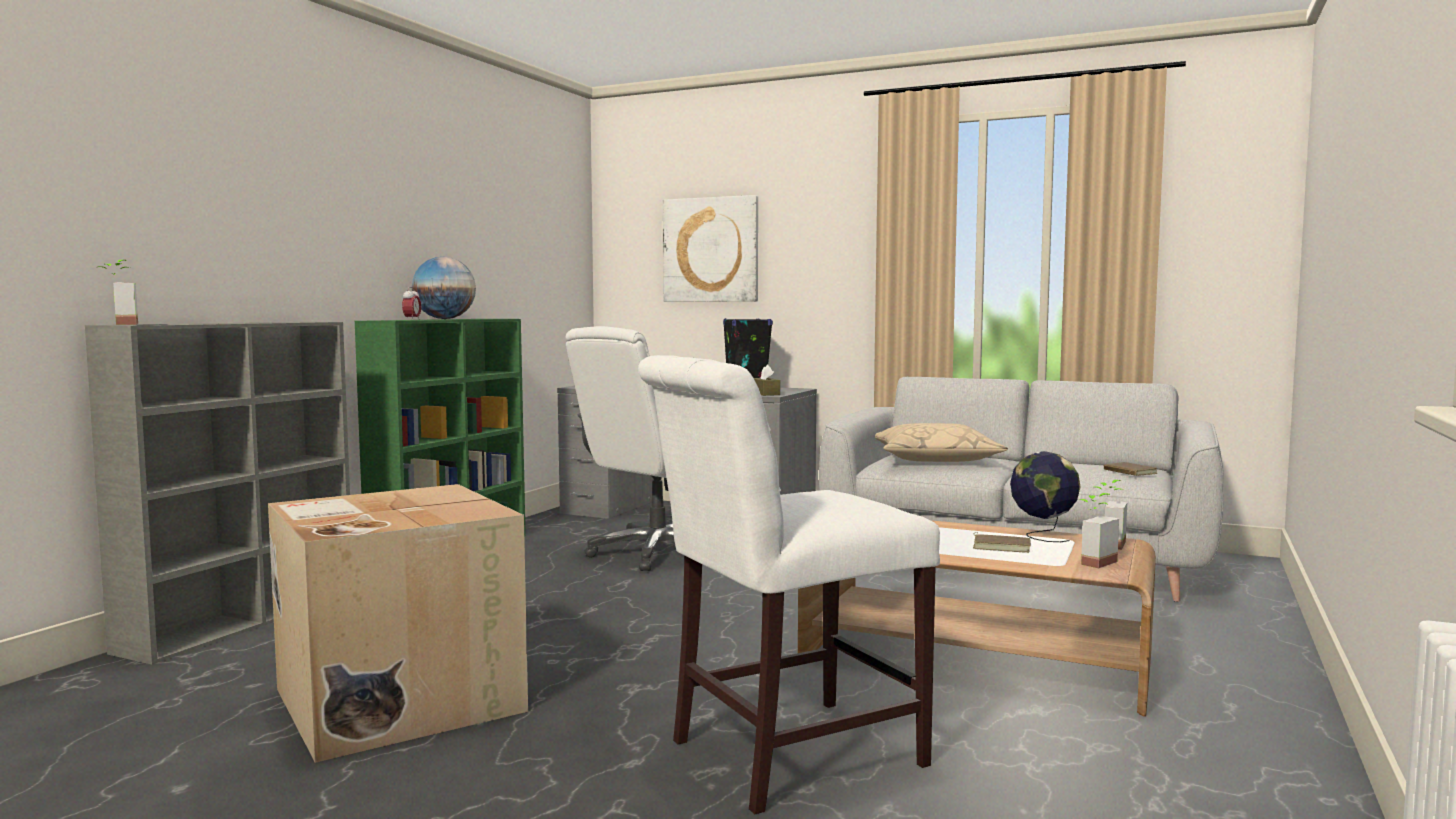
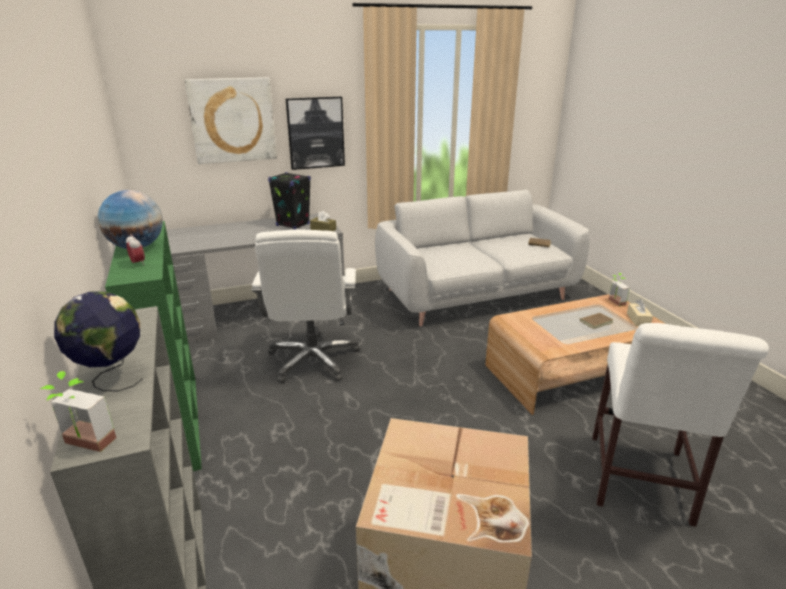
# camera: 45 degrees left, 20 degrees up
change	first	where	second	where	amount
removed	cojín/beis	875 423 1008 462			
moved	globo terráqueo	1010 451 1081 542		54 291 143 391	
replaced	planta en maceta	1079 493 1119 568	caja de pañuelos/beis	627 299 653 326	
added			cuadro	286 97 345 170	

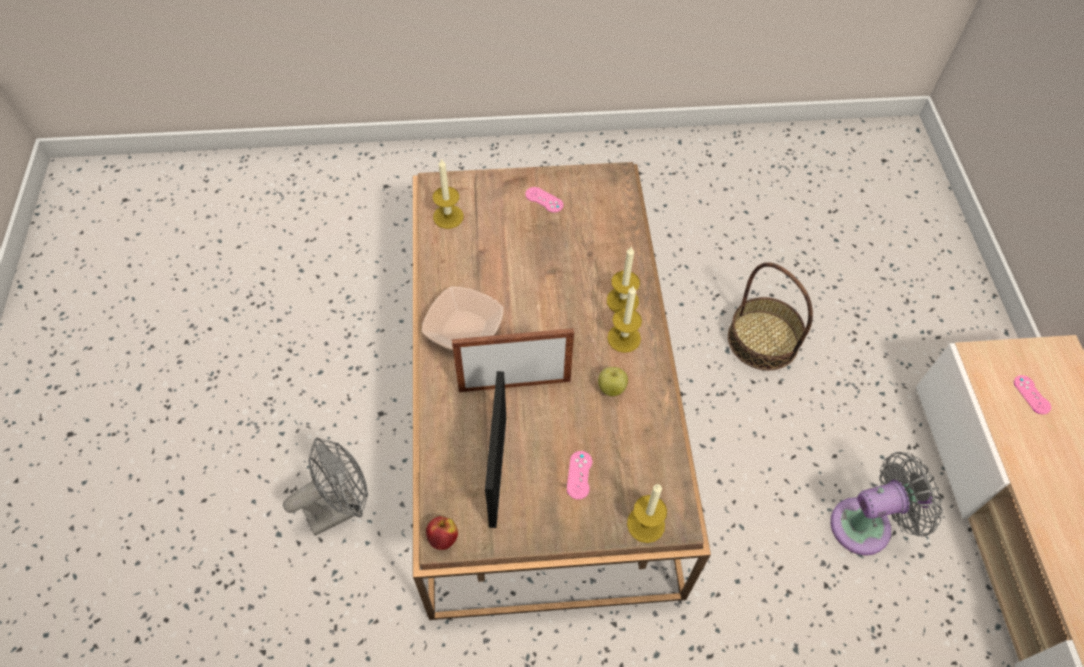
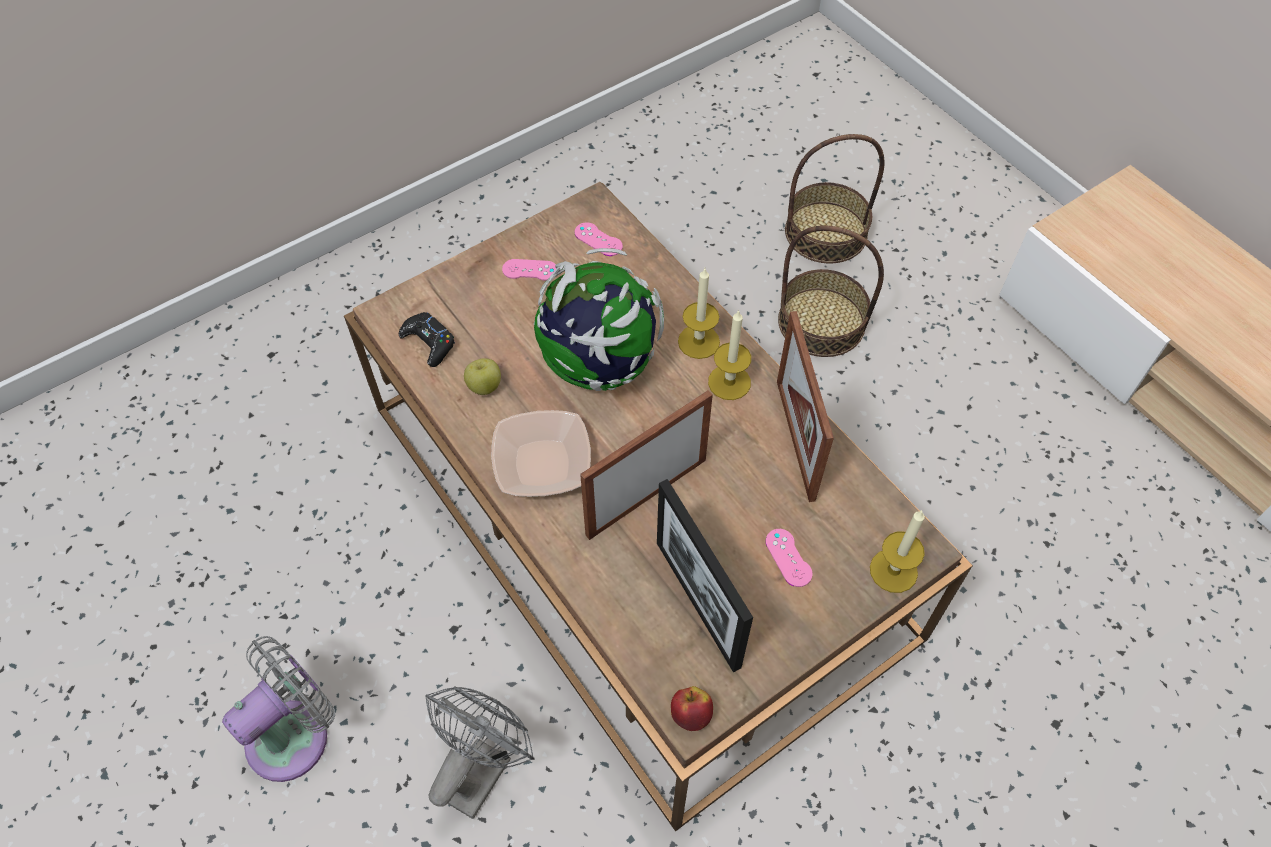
# camera: 30 degrees left, 0 degrees up
change	first	where	second	where	amount
replaced	vela	433 158 464 229	mando de consola/negro	399 312 455 367	
moved	manzana	598 367 628 396		464 358 501 395	
moved	ventilador/gris	830 452 943 555		222 636 335 782	
moved	mando de consola/rosa	1014 375 1051 414		575 222 623 256	
added			globo terráqueo	534 248 664 391	
added			portarretratos	777 311 834 502	
added			cesta	785 134 884 263	

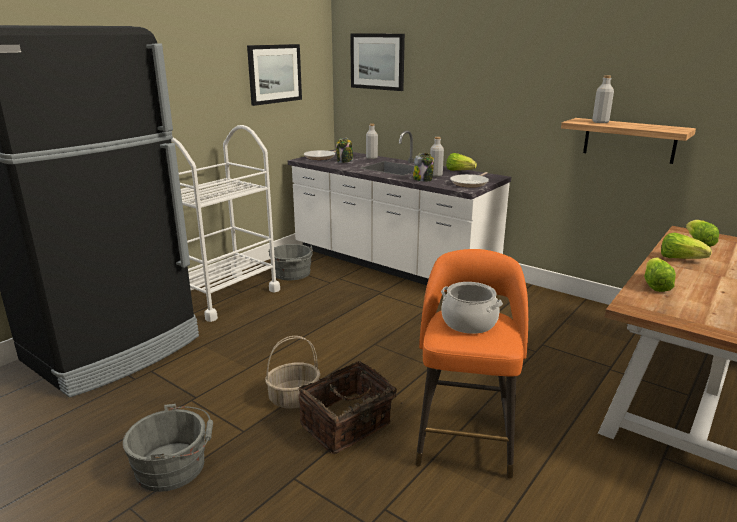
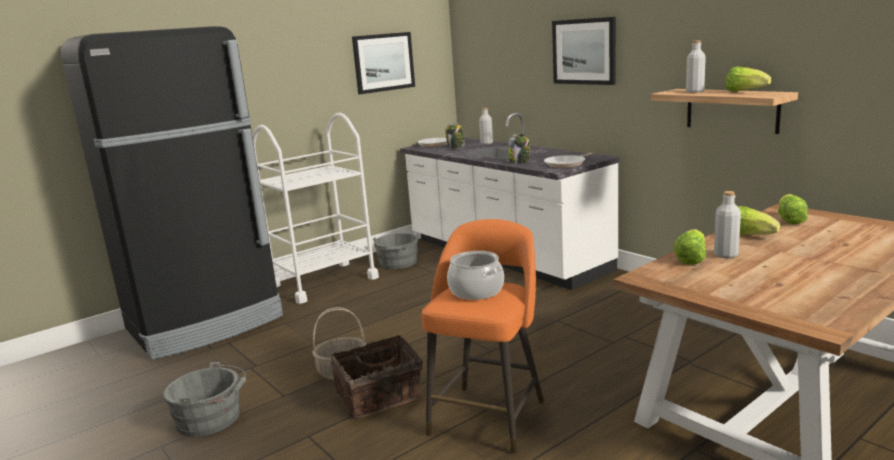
# camera: 15 degrees right, 5 degrees down
change	first	where	second	where	amount
moved	cuadro	350 33 405 91		552 17 616 85	
moved	botella/gris	430 137 444 177		714 191 741 258	
moved	lechuga	446 153 477 171		725 66 771 92	

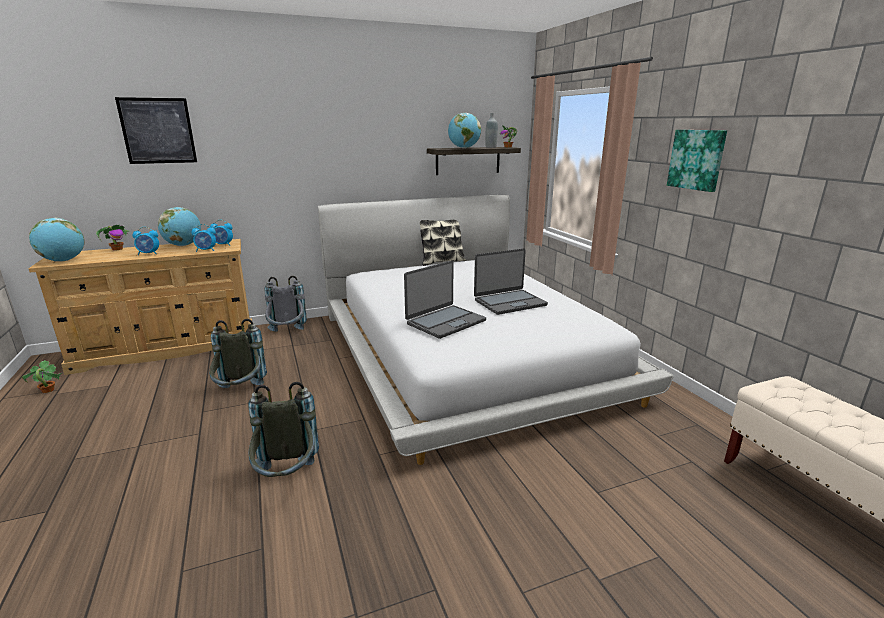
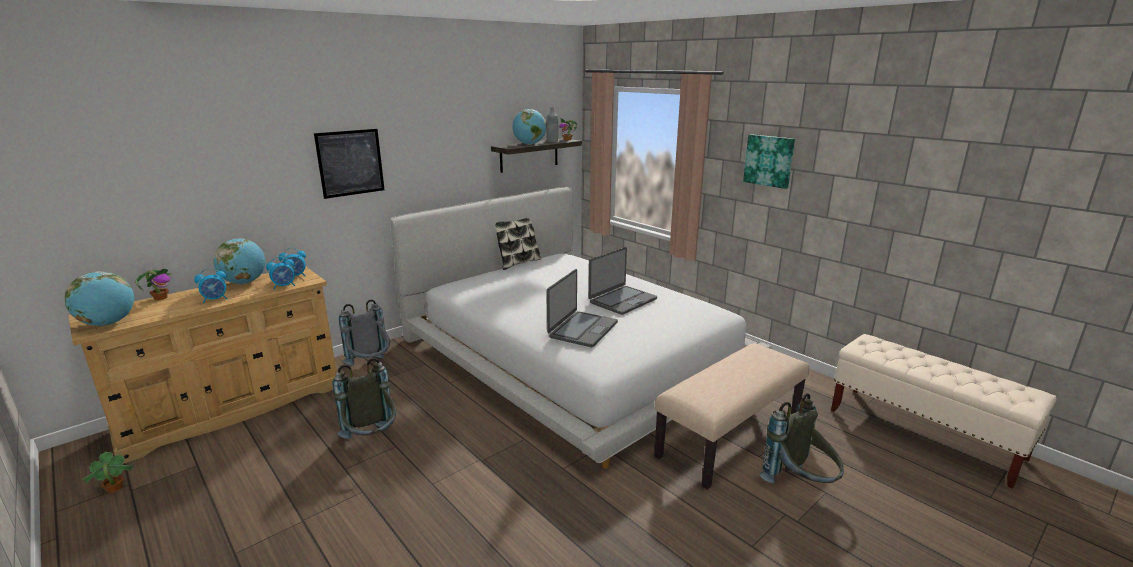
# camera: 20 degrees left, 0 degrees up
change	first	where	second	where	amount
moved	cuadro	115 97 197 164		314 129 385 199	
moved	mochila/gris	248 381 319 477		759 393 844 484	
added			banco/beis	654 343 809 490	

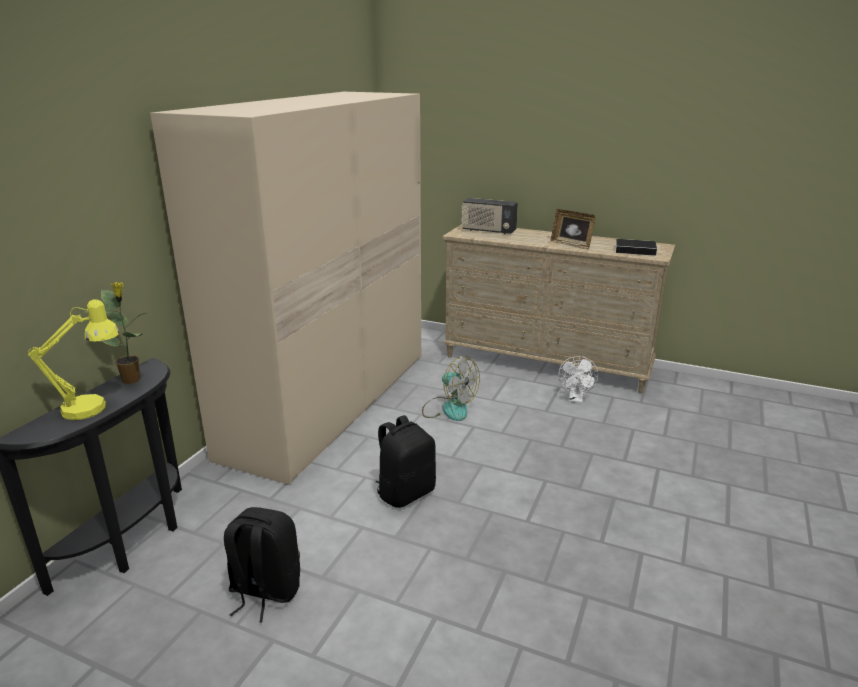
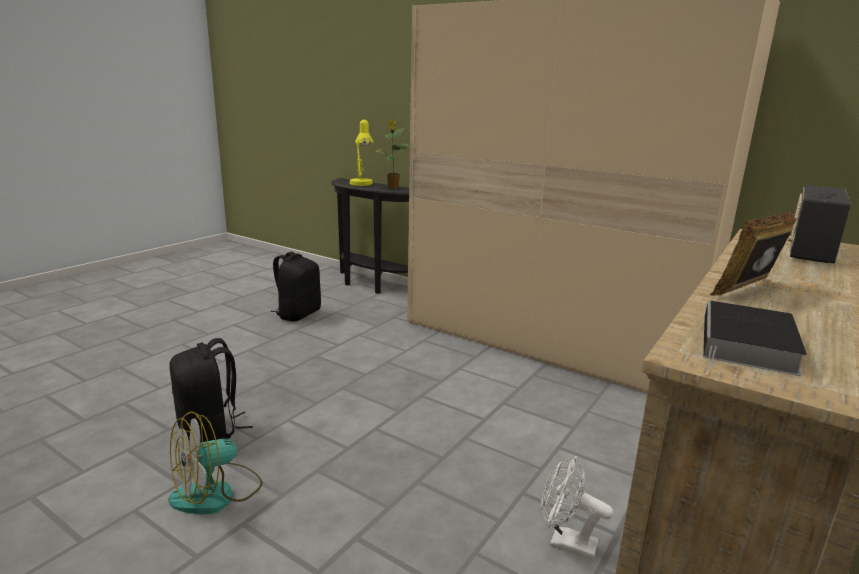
# camera: 100 degrees right, 5 degrees down
change	first	where	second	where	amount
moved	mochila/negro	376 415 436 508		169 338 253 443	
moved	ventilador	422 356 480 421		168 412 263 514	

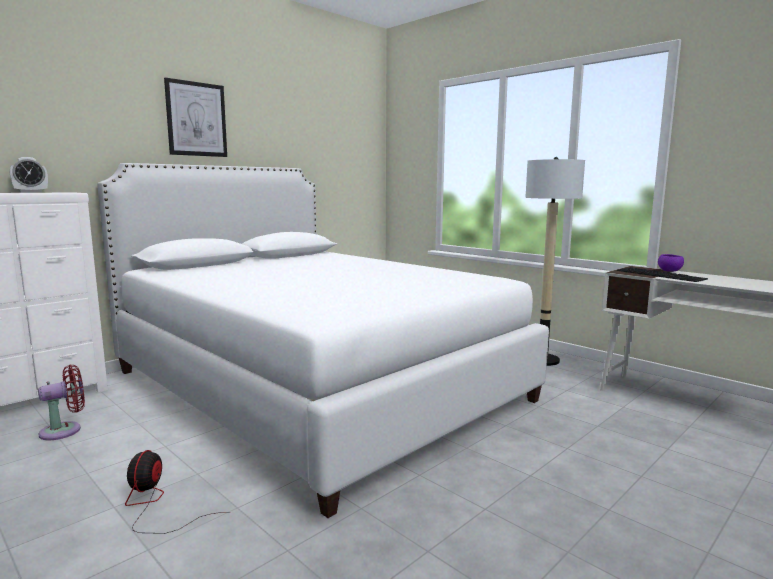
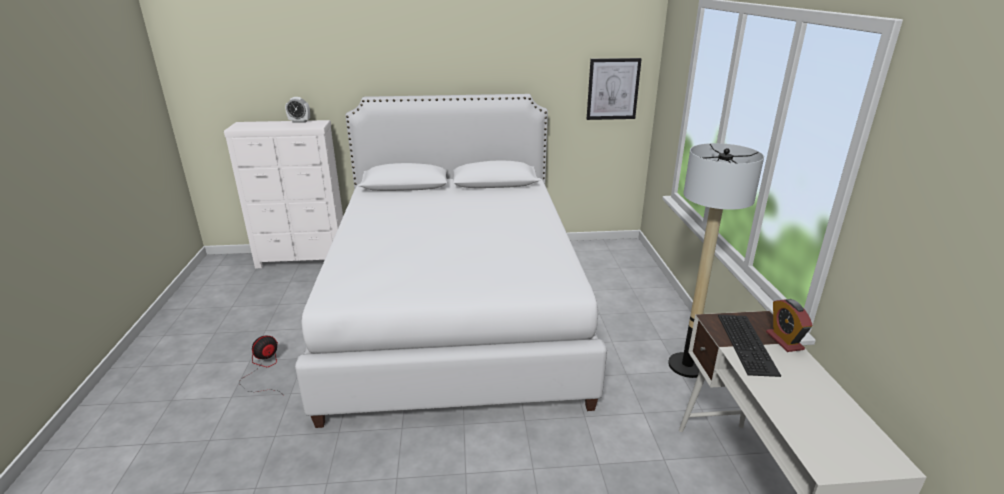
# camera: 40 degrees right, 15 degrees up
change	first	where	second	where	amount
removed	ventilador/rojo	38 364 85 440			
moved	cuadro	164 77 227 157		587 58 642 120	
replaced	cuenco/morado	658 254 684 272	despertador	766 299 813 352	

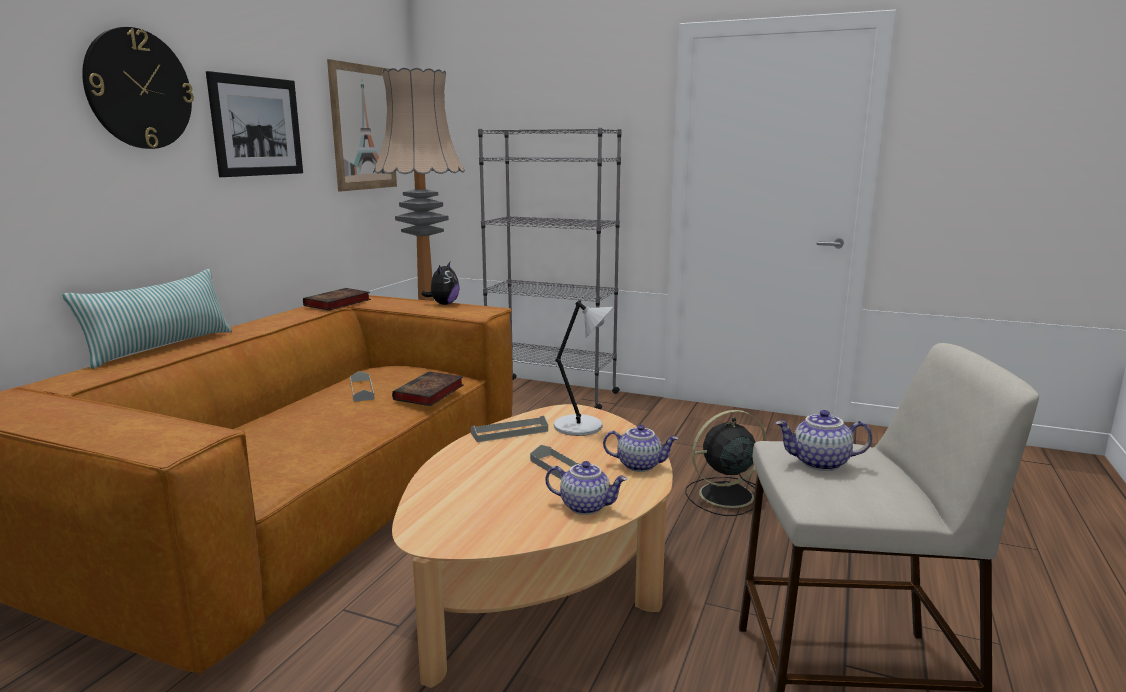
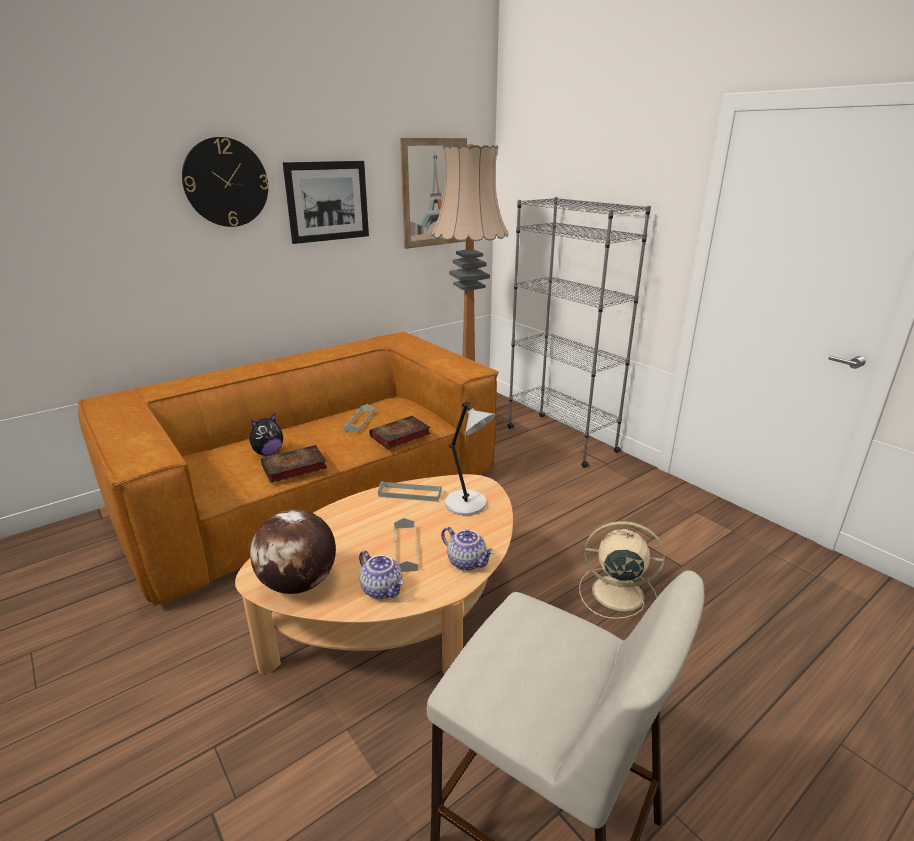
# camera: 30 degrees right, 10 degrees up
change	first	where	second	where	amount
removed	cojín	63 269 232 369			
moved	libro	303 288 371 311		261 445 327 483	
moved	peluche	421 262 459 305		249 413 283 456	
recoloured	ventilador/negro	685 410 766 516	ventilador/beis	579 521 665 619	
removed	tetera	775 410 872 471			
added			globo terráqueo	250 509 336 594	

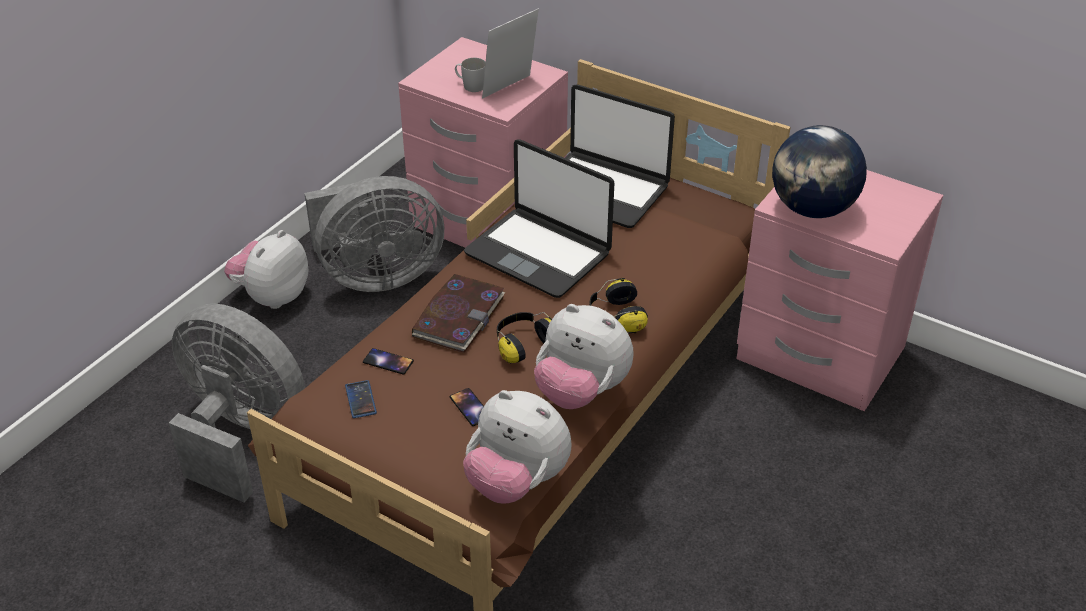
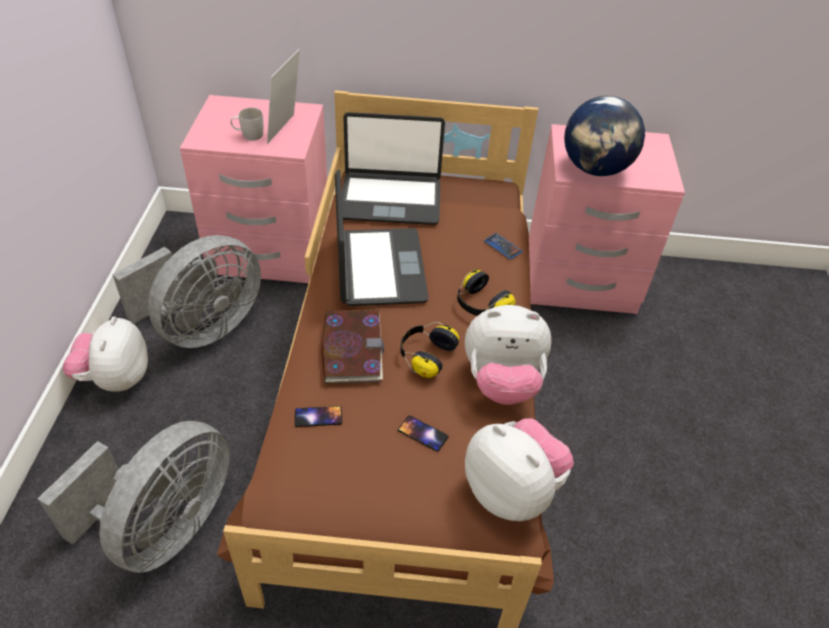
# camera: 30 degrees left, 5 degrees up
change	first	where	second	where	amount
turned	ventilador/gris	169 304 305 503		37 421 230 573	120 degrees clockwise
moved	móvil	345 380 377 418		484 233 523 259	
turned	peluche	463 390 571 504		465 419 574 521	135 degrees counterclockwise
turned	portátil	464 139 614 298		335 170 429 306	105 degrees counterclockwise

